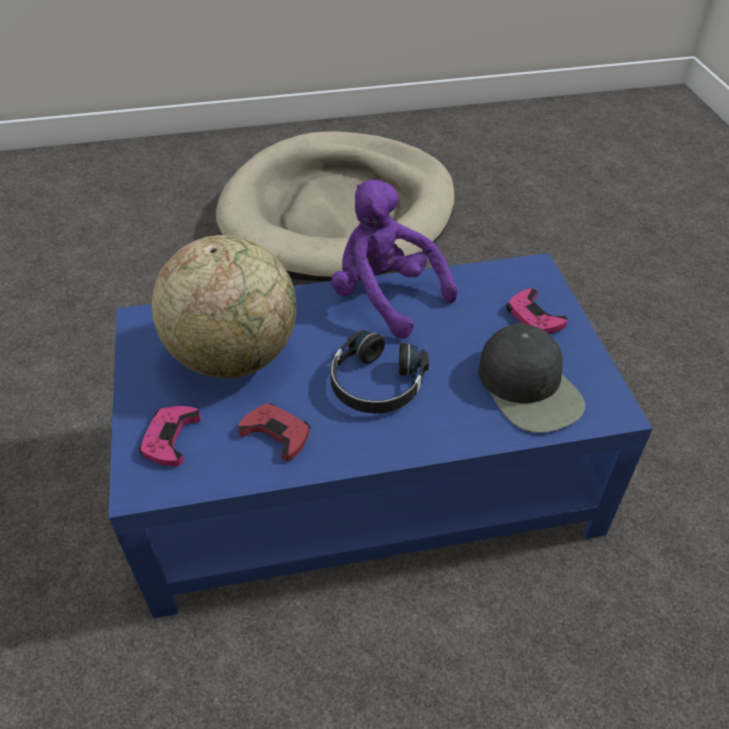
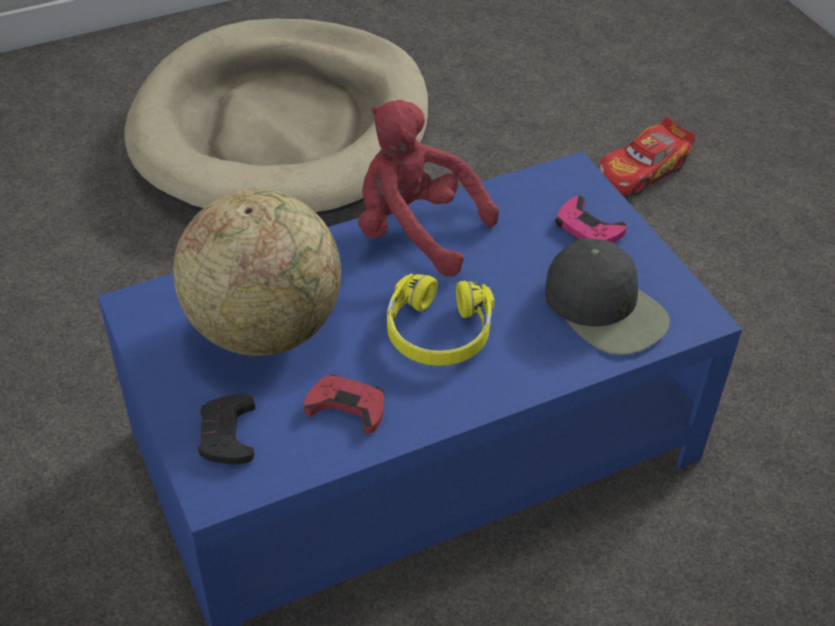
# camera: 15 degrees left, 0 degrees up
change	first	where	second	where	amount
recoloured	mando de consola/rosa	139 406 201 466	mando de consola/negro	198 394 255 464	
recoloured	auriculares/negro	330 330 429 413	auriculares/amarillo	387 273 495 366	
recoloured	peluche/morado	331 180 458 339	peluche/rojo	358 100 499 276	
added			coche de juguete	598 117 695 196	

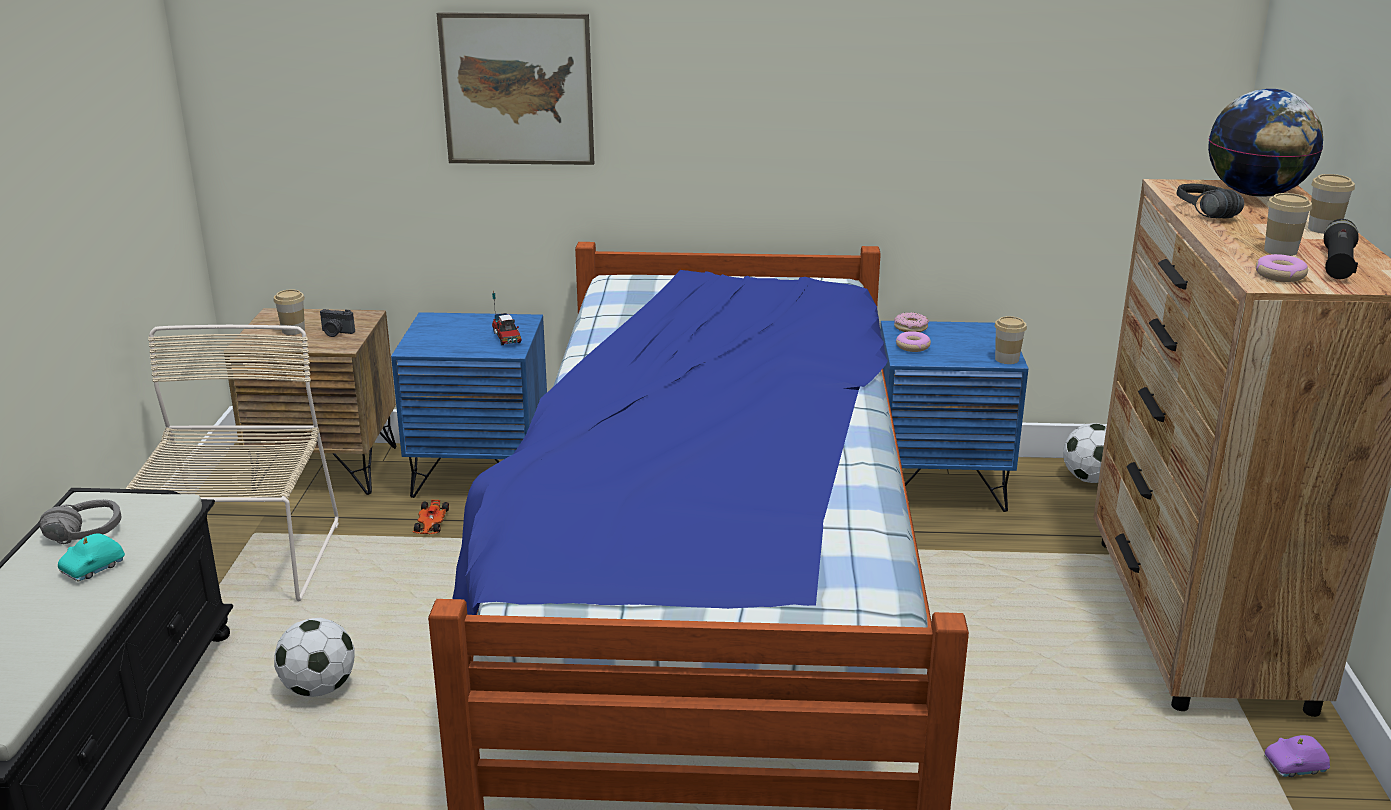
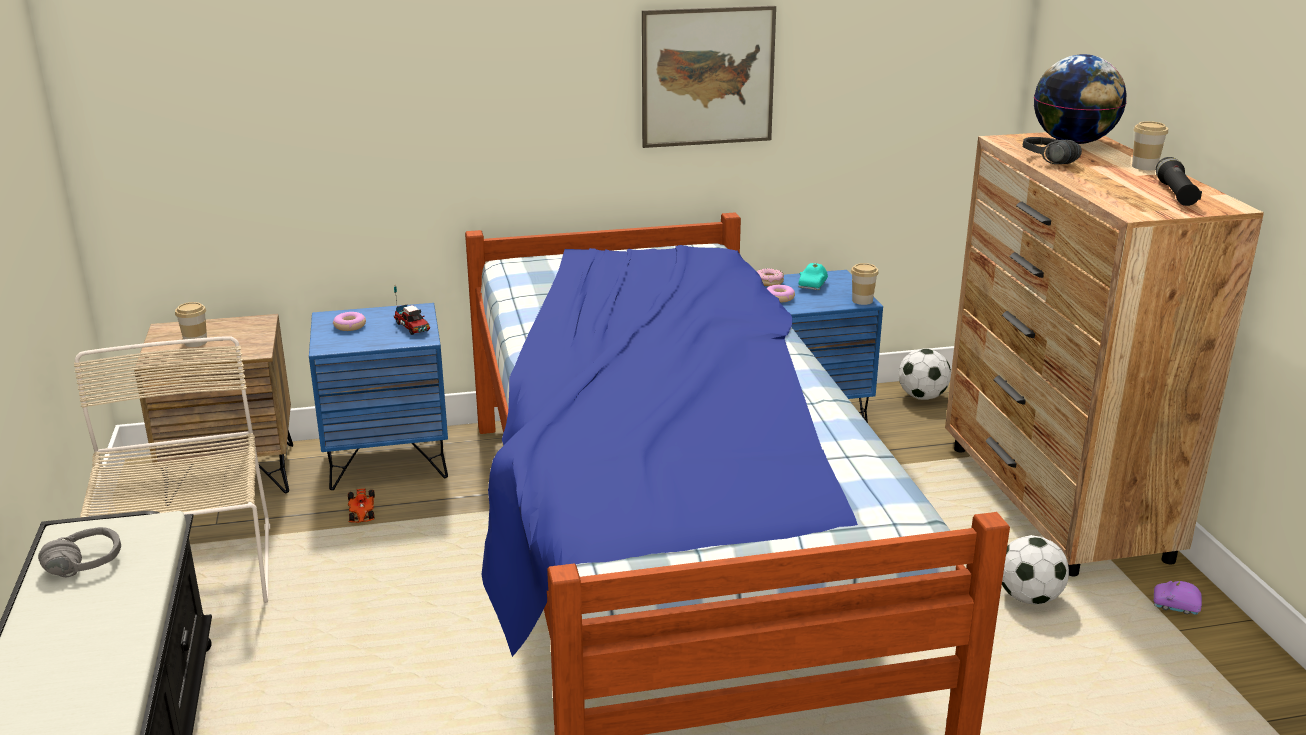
# camera: 15 degrees left, 0 degrees up
change	first	where	second	where	amount
moved	coche de juguete/turquesa	58 534 125 582		798 263 828 290	
moved	balón de fútbol	274 618 355 697		1002 535 1069 605	
removed	cámara	320 309 355 337			
moved	cuadro	437 12 594 165		642 6 776 148	
moved	rosquilla	1256 254 1308 282		333 312 366 331	
removed	taza	1264 193 1312 256			
turned	coche de juguete/morado	1264 735 1330 777		1154 581 1202 615	45 degrees clockwise

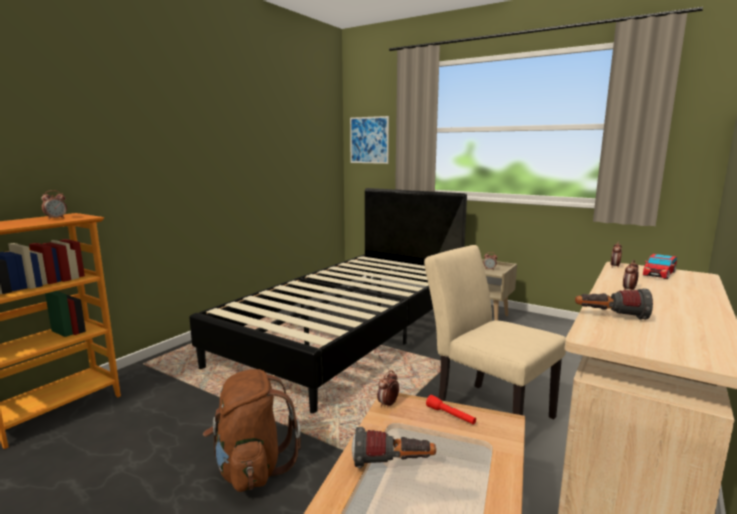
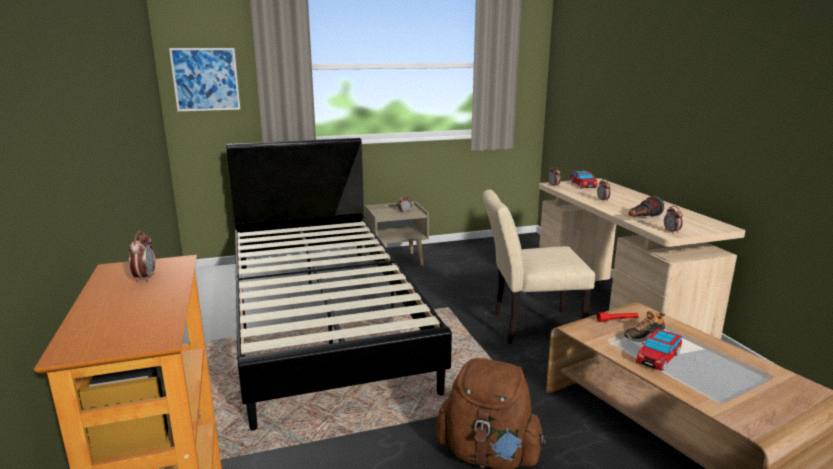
# camera: 50 degrees left, 5 degrees up
change	first	where	second	where	amount
replaced	linterna	352 427 436 468	coche de juguete	636 329 682 371	
moved	despertador	377 370 399 408		664 206 683 234	
added			zapato	624 311 667 342	

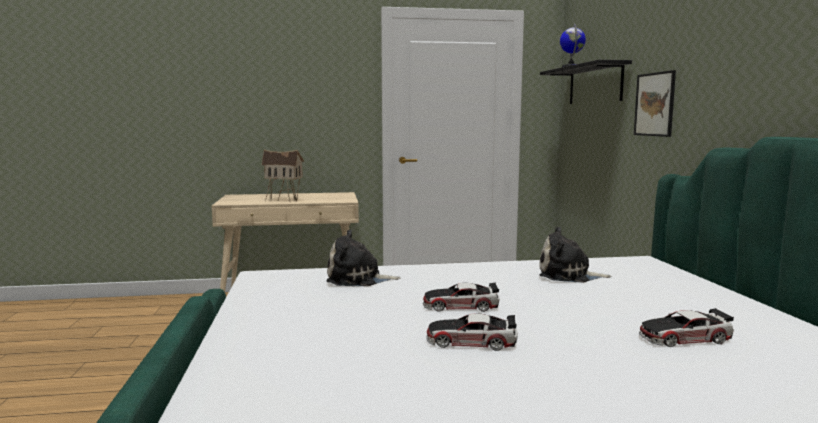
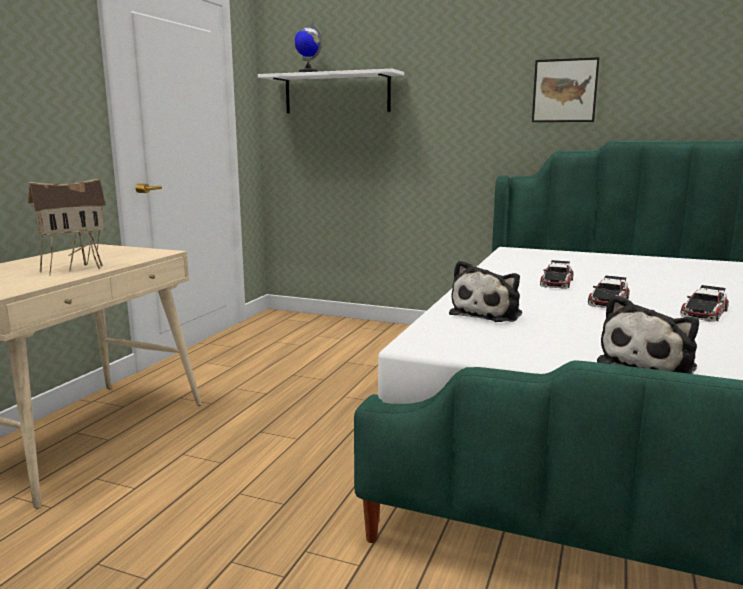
# camera: 60 degrees left, 5 degrees up
change	first	where	second	where	amount
moved	peluche	539 227 612 283		597 295 699 374	
recoloured	estante/negro	540 60 632 104	estante/blanco	258 69 404 113	
moved	cuadro	634 70 676 137		532 57 599 122	
moved	coche de juguete	639 308 734 347		540 260 574 289	

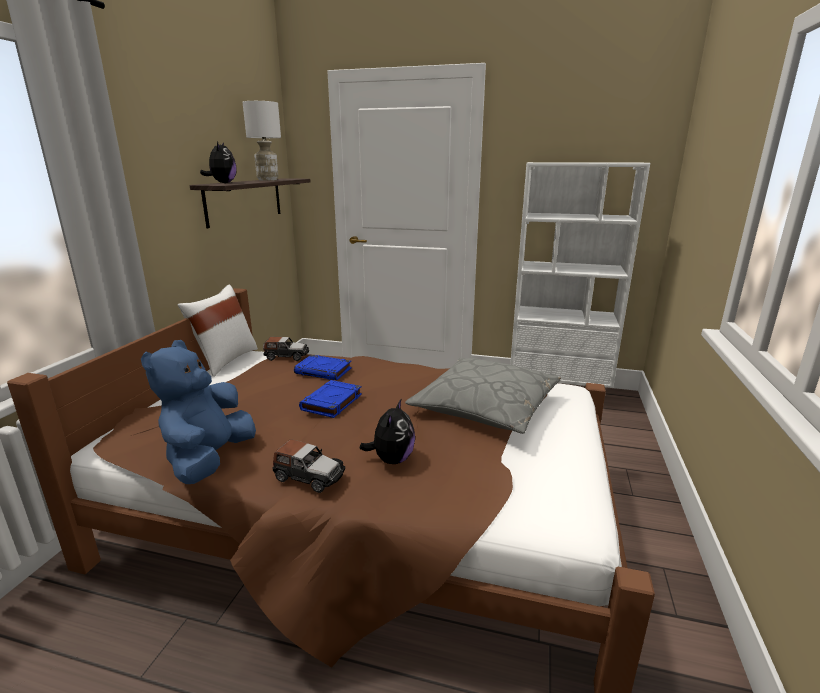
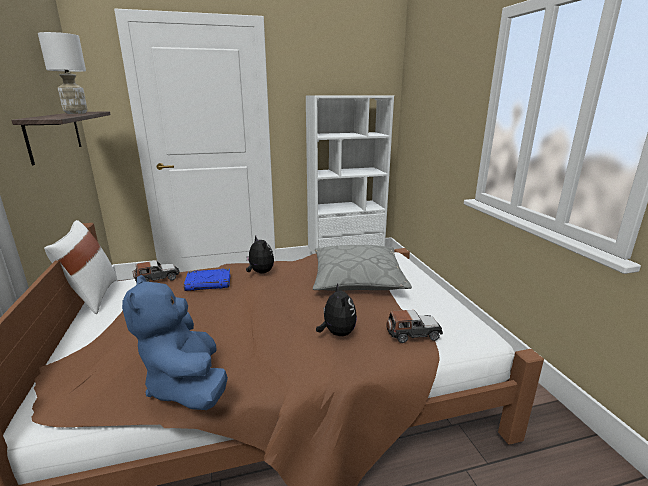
# camera: 30 degrees left, 0 degrees up
change	first	where	second	where	amount
moved	peluche	200 142 237 183		246 235 274 274	
moved	coche de juguete	273 439 345 493		386 310 443 343	
removed	libro/azul	299 380 362 418			

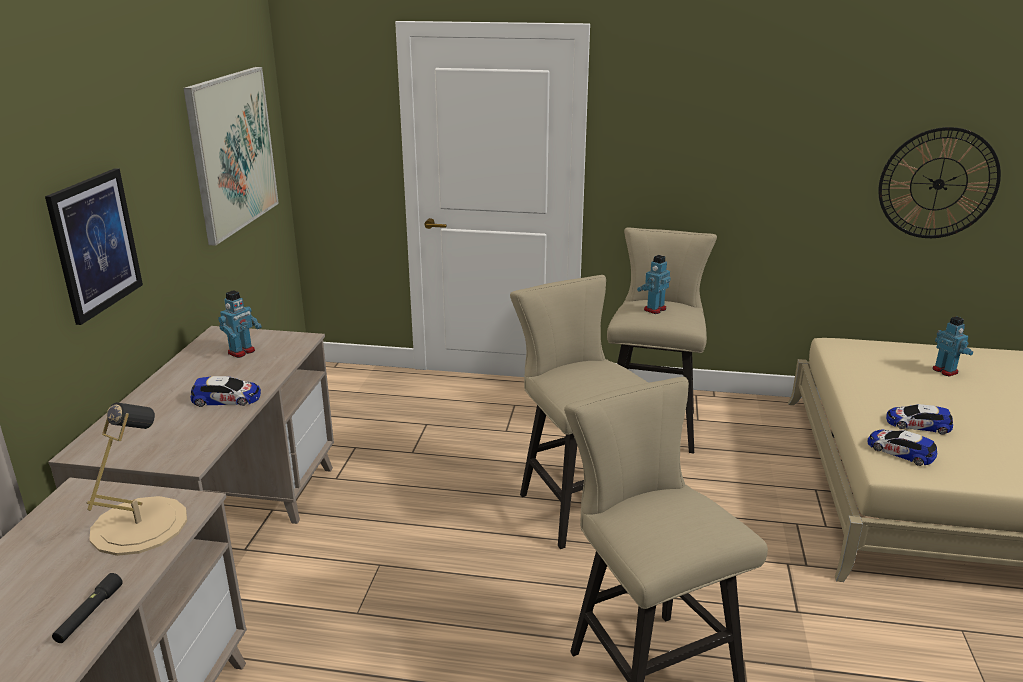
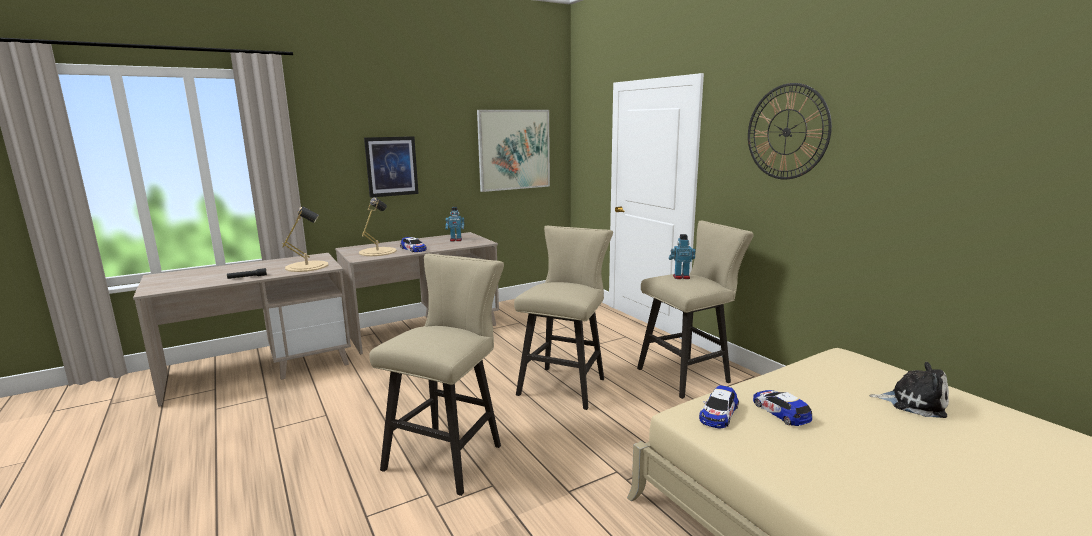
# camera: 50 degrees right, 10 degrees down
change	first	where	second	where	amount
turned	coche de juguete	867 430 937 466		699 385 739 429	150 degrees counterclockwise
moved	reloj de pared	878 127 1001 238		748 83 832 180	
replaced	robot de juguete	932 316 973 377	peluche	869 362 949 418	
added			lámpara de mesa/beis	359 197 397 256	

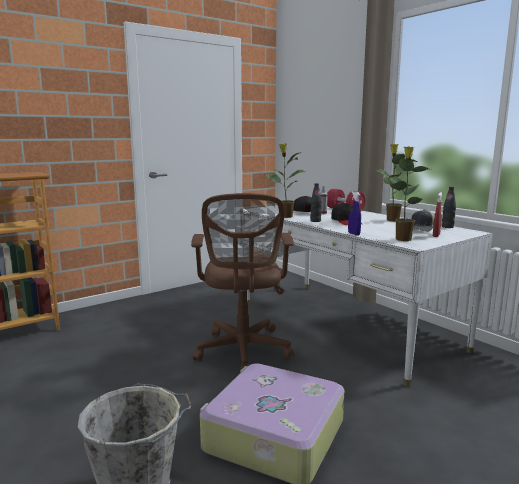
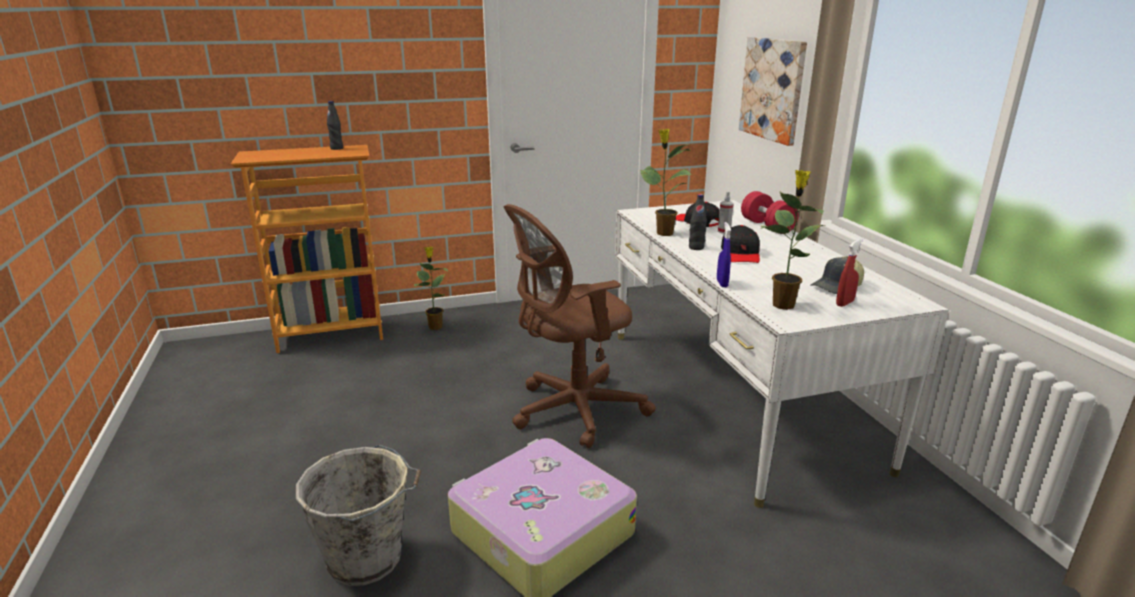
# camera: 20 degrees right, 10 degrees up
change	first	where	second	where	amount
turned	silla de oficina/marrón	191 193 294 371		504 204 656 448	45 degrees clockwise
moved	planta en maceta	375 144 417 222		414 247 448 330	
moved	botella/negro	442 187 456 228		327 101 343 150	
added			cuadro	739 37 807 146	

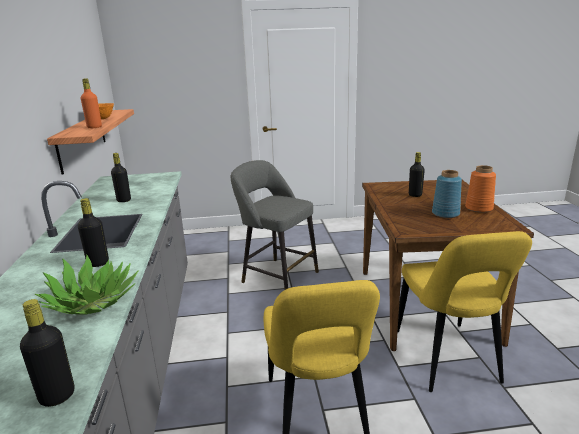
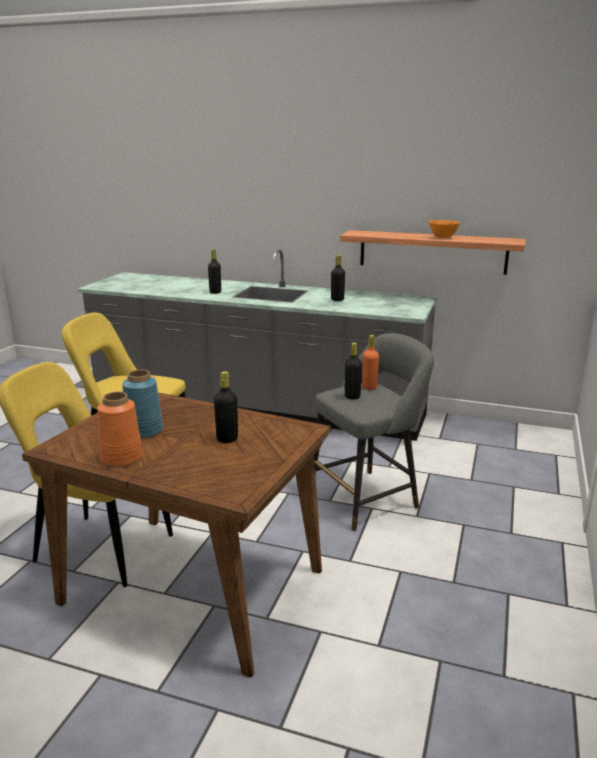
# camera: 115 degrees right, 0 degrees up
change	first	where	second	where	amount
moved	botella/negro	20 299 75 407		345 342 362 399	
removed	planta en maceta	35 255 138 315			
moved	botella/naranja	81 78 102 128		362 335 379 390	

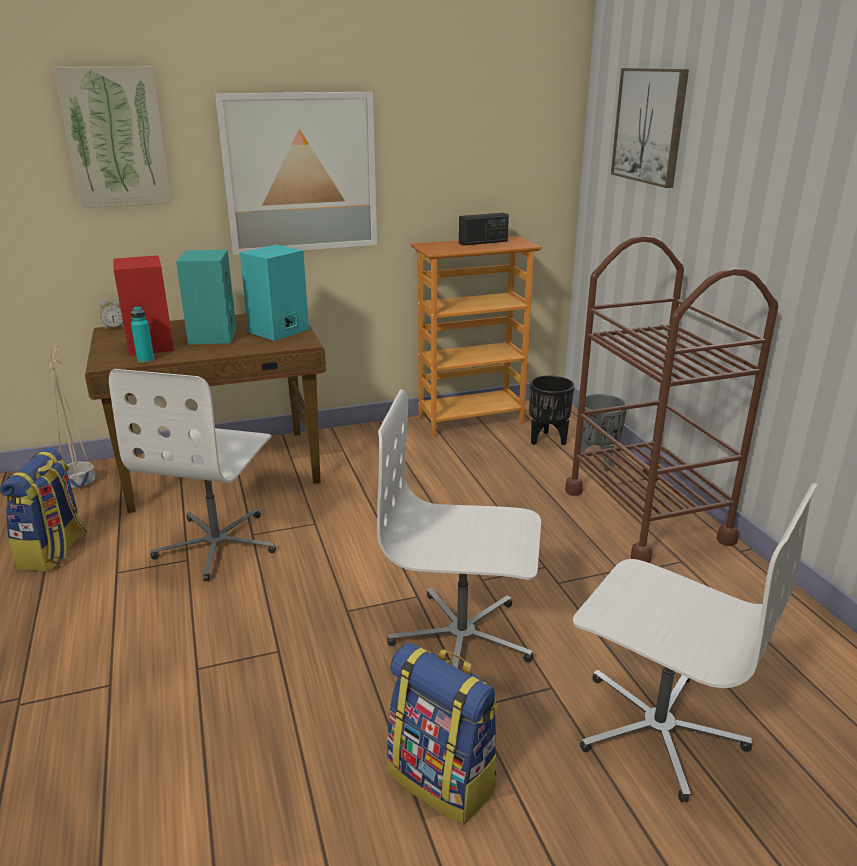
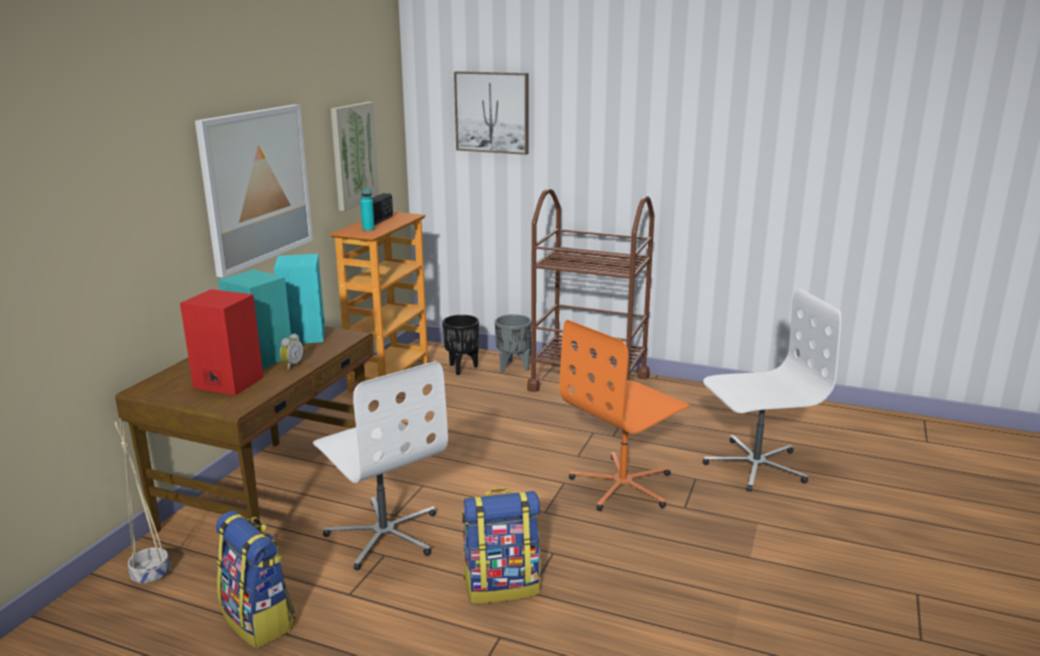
# camera: 50 degrees left, 5 degrees down
change	first	where	second	where	amount
moved	cuadro	54 67 172 208		331 102 379 211	
moved	despertador	100 299 124 330		280 333 303 370	
moved	botella/turquesa	131 306 154 363		360 189 375 231	
recoloured	silla de oficina/blanco	377 390 541 668	silla de oficina/naranja	559 320 690 511	
moved	mochila	387 642 499 824		462 488 540 603	

